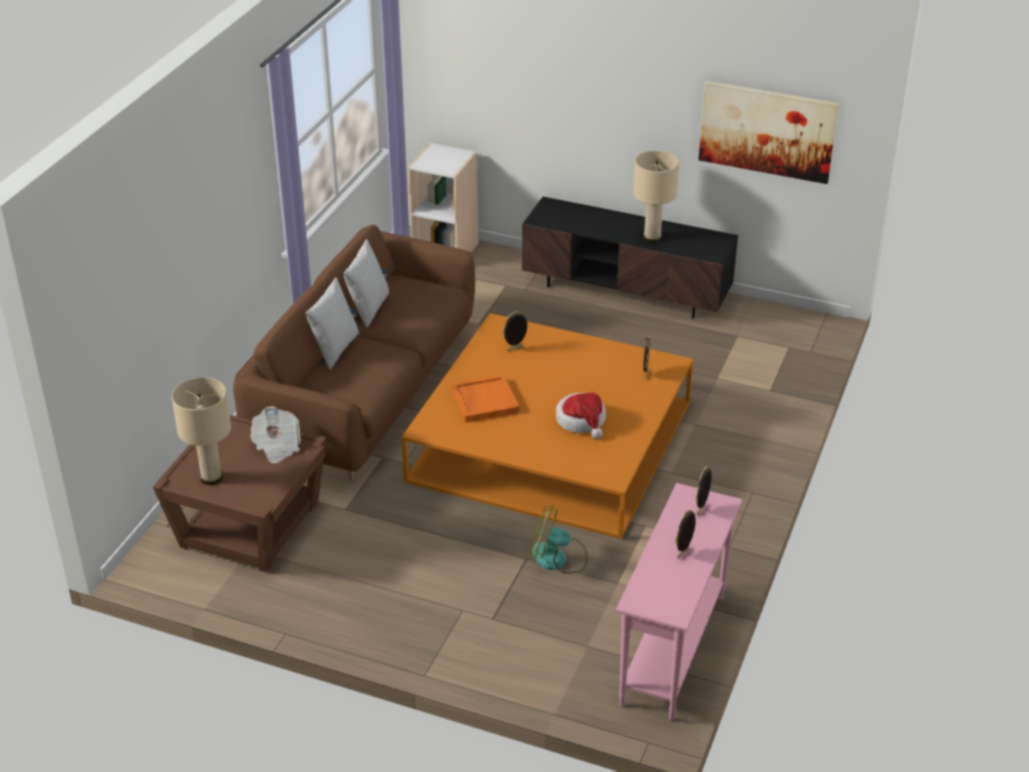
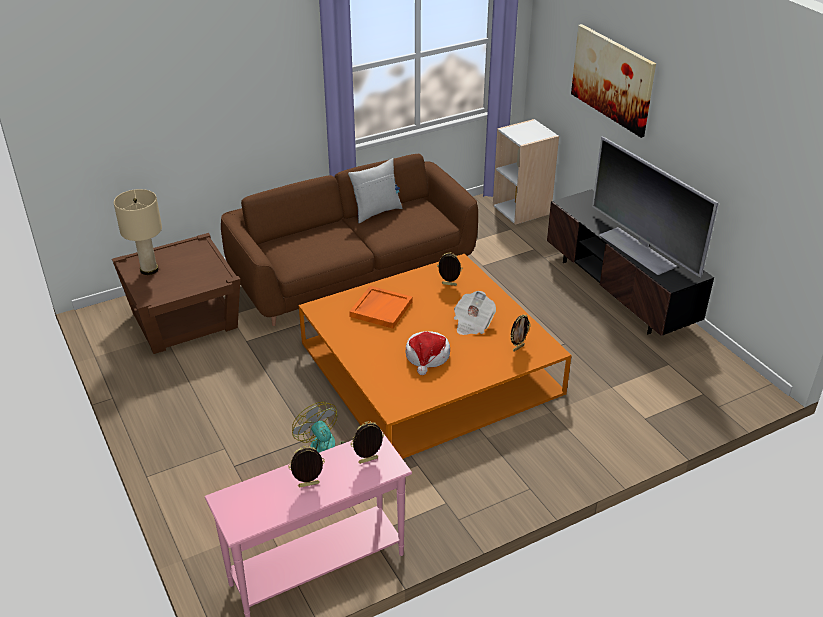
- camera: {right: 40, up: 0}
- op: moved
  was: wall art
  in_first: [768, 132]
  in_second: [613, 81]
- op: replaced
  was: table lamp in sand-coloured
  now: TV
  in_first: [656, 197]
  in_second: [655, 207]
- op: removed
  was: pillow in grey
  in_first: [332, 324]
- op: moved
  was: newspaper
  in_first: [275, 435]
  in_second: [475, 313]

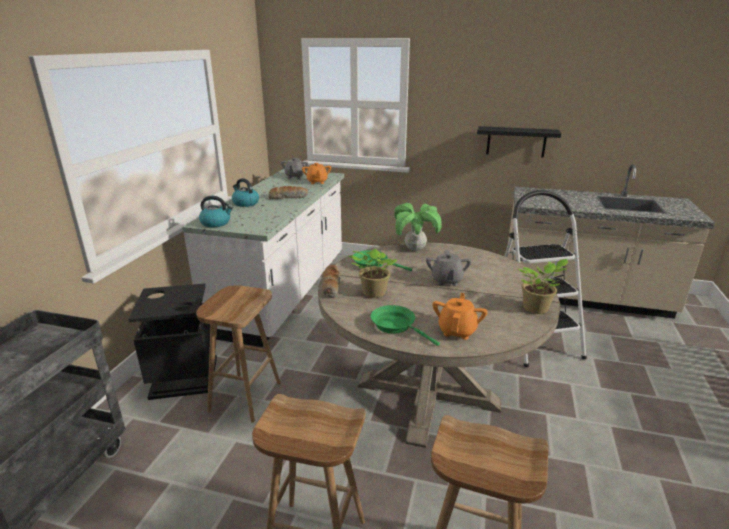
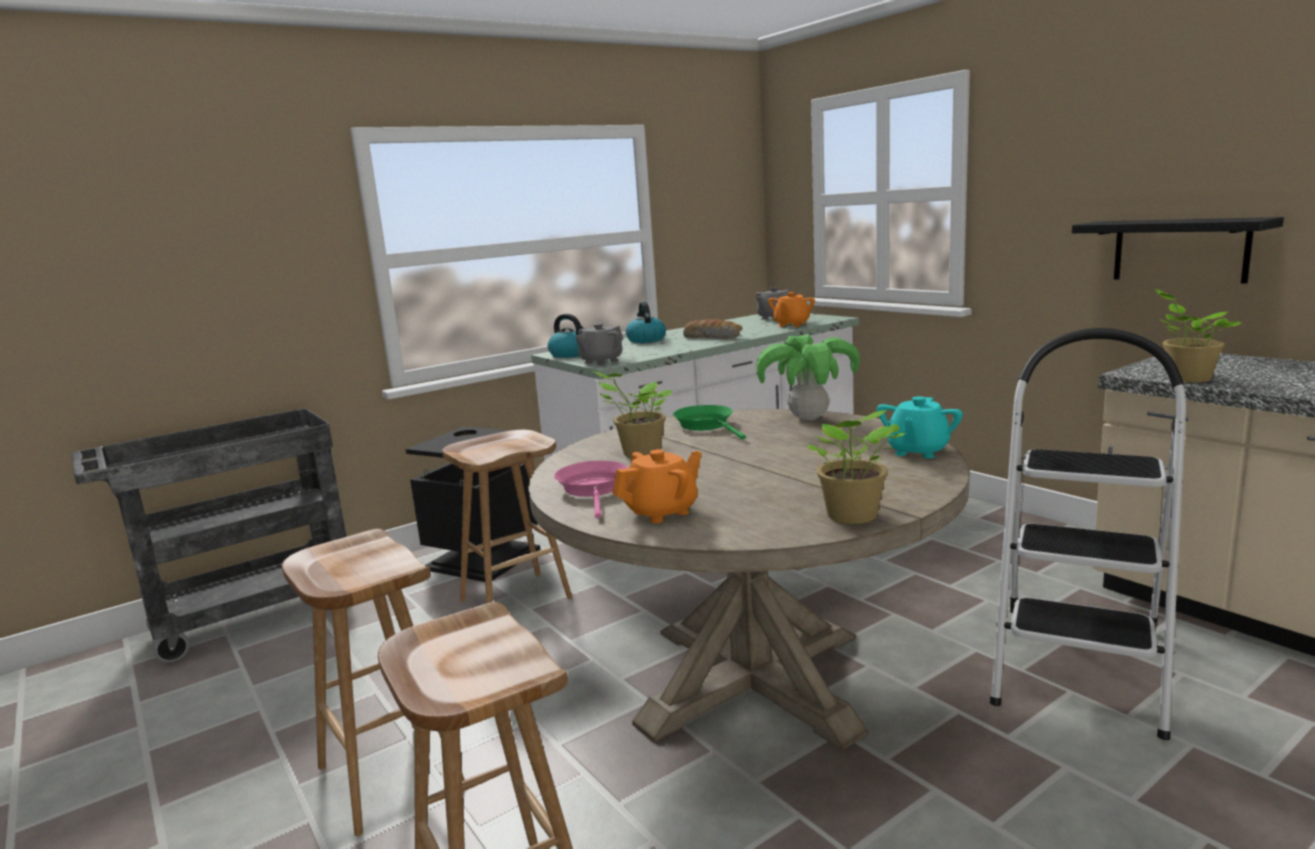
- camera: {right: 40, up: -10}
- op: moved
  was: teapot in grey
  in_first: [448, 268]
  in_second: [599, 344]
- op: removed
  was: bakery bread
  in_first: [331, 281]
- op: recoloured
  was: skillet in greenish
  now: skillet in pinkish
  in_first: [405, 325]
  in_second: [591, 490]
- op: added
  now: potted plant
  in_second: [1198, 335]
- op: added
  now: teapot in blue-green
  in_second: [920, 428]

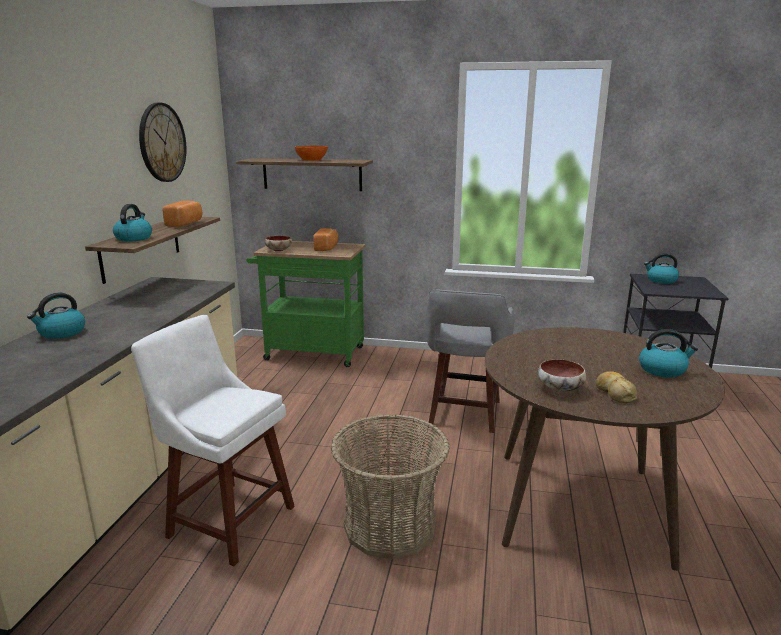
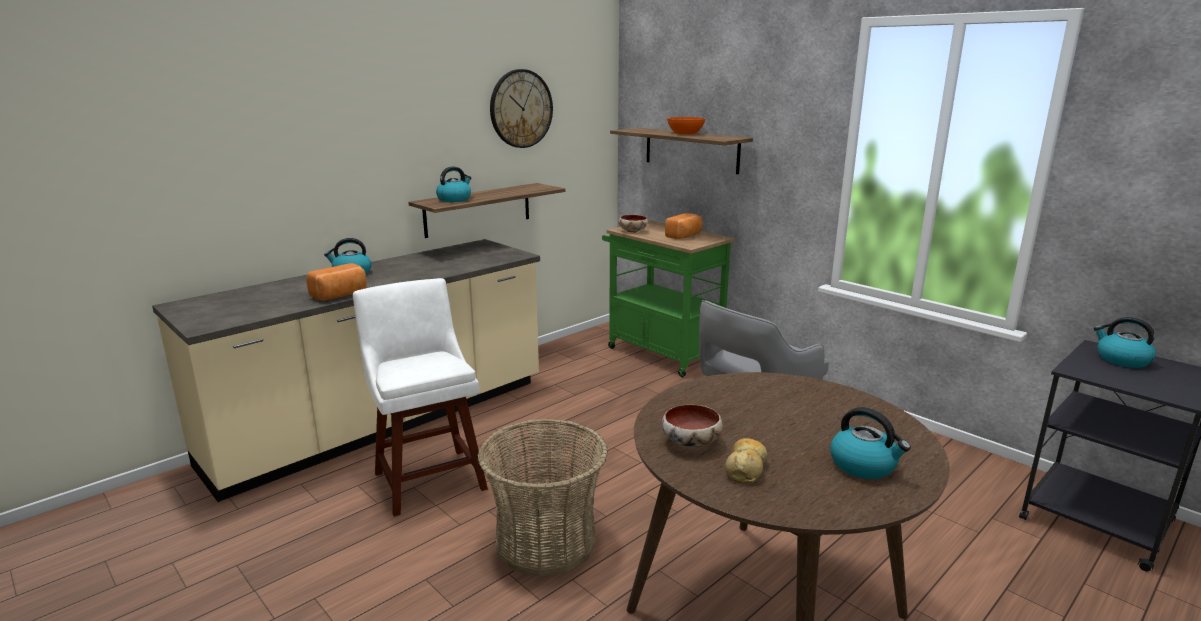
- camera: {right: 35, up: 0}
- op: moved
  was: bakery bread
  in_first: [182, 214]
  in_second: [336, 281]

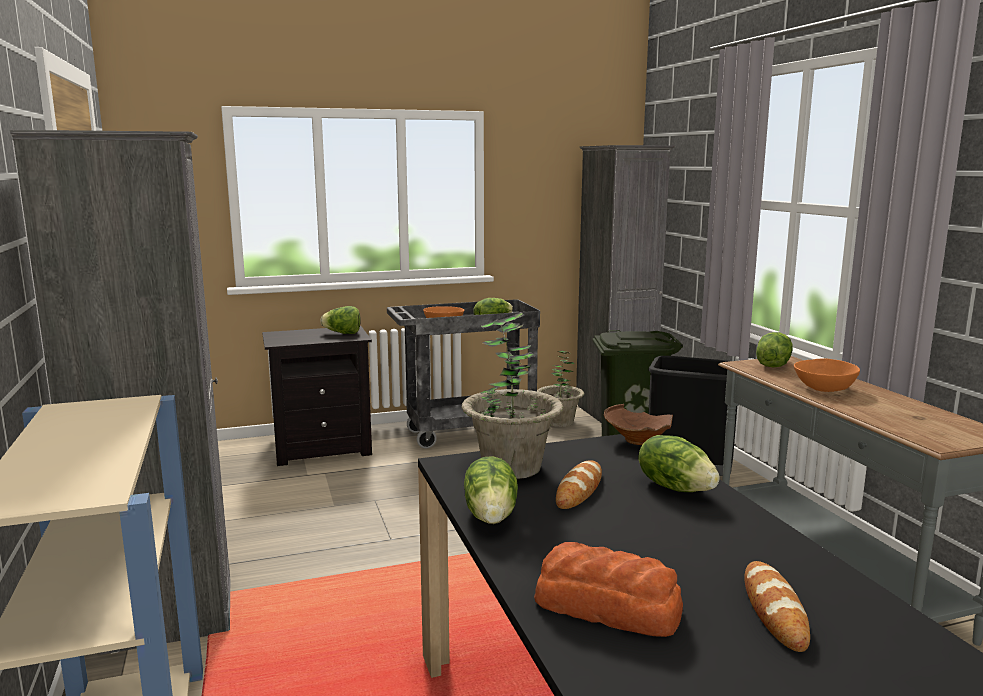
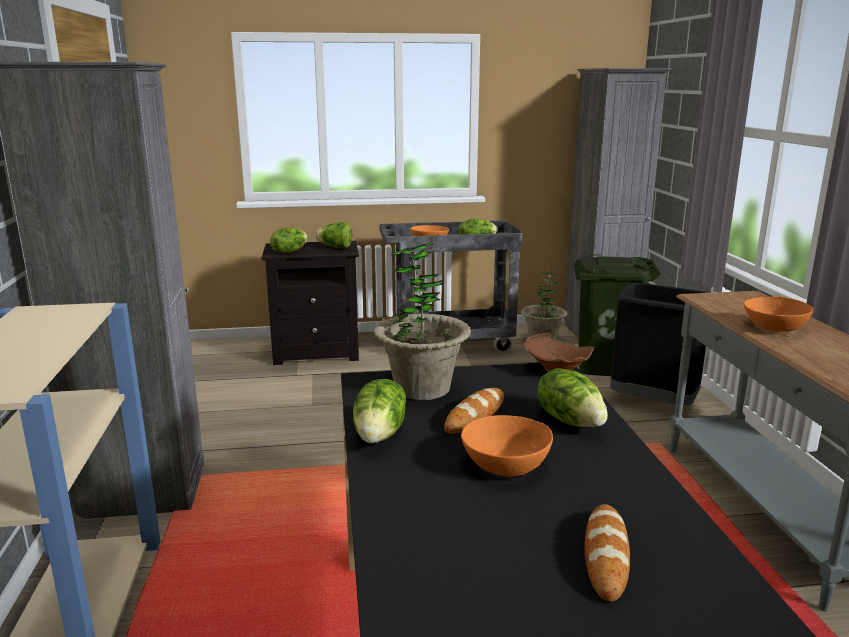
- camera: {right: 10, up: 5}
- op: moved
  was: lettuce
  in_first: [774, 350]
  in_second: [289, 240]
- op: removed
  was: bakery bread
  in_first: [608, 589]
- op: added
  now: deep dish in orange
  in_second: [507, 446]

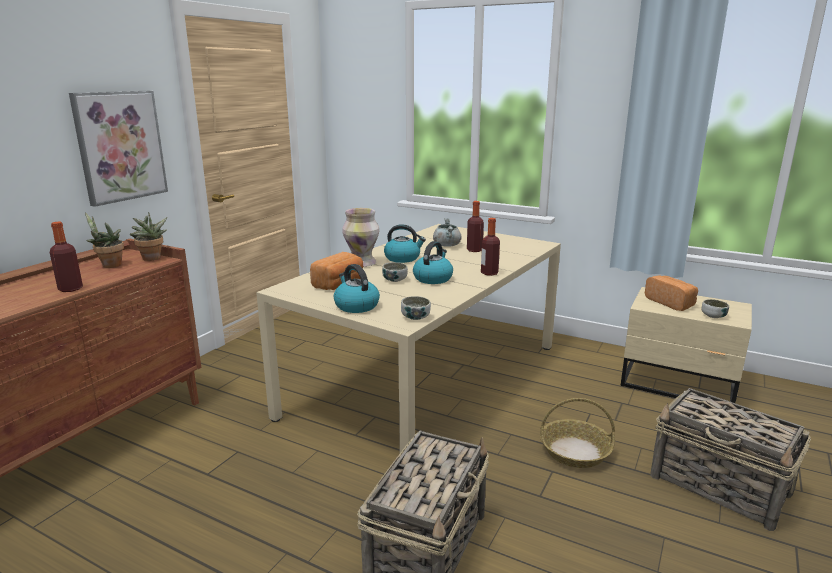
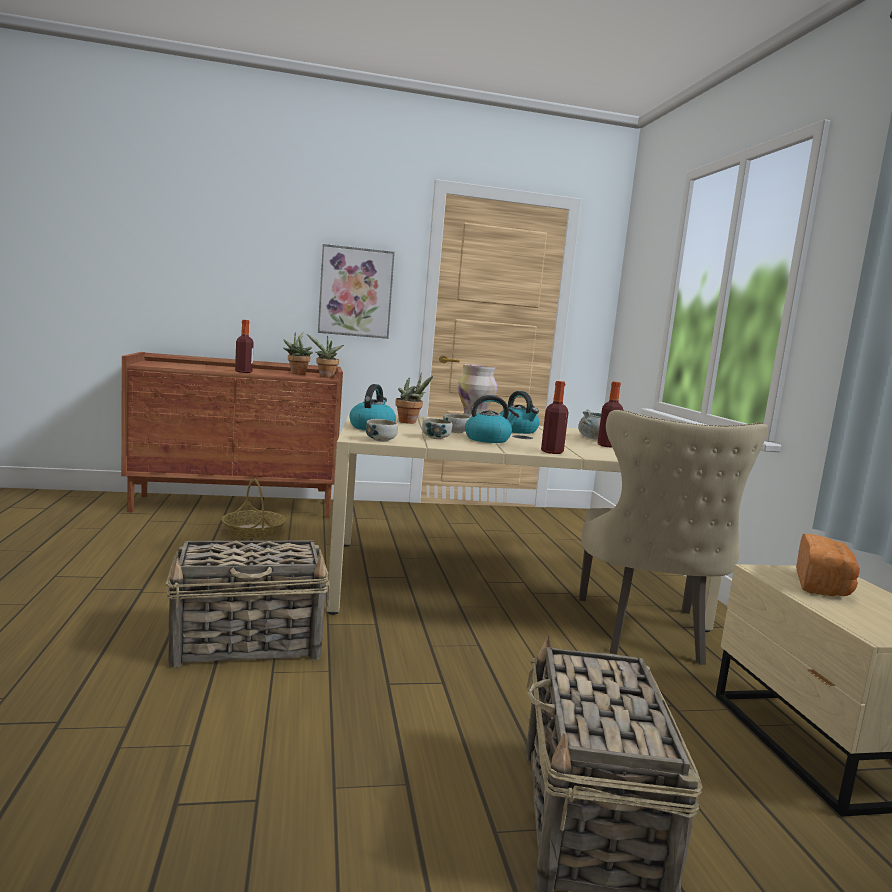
- camera: {right: 50, up: -10}
- op: replaced
  was: bakery bread
  now: potted plant
  in_first: [336, 271]
  in_second: [414, 398]
- op: moved
  was: deep dish
  in_first: [715, 308]
  in_second: [437, 428]
- op: moved
  was: basket
  in_first: [577, 433]
  in_second: [253, 508]
- op: added
  now: upright chair in sand-coloured
  in_second: [673, 537]

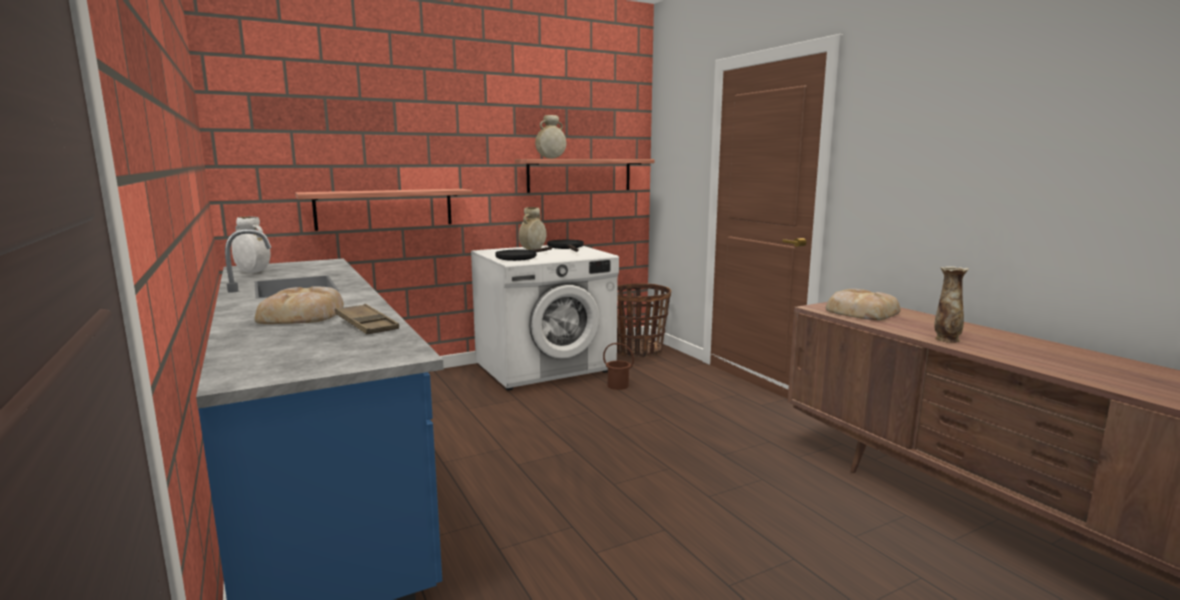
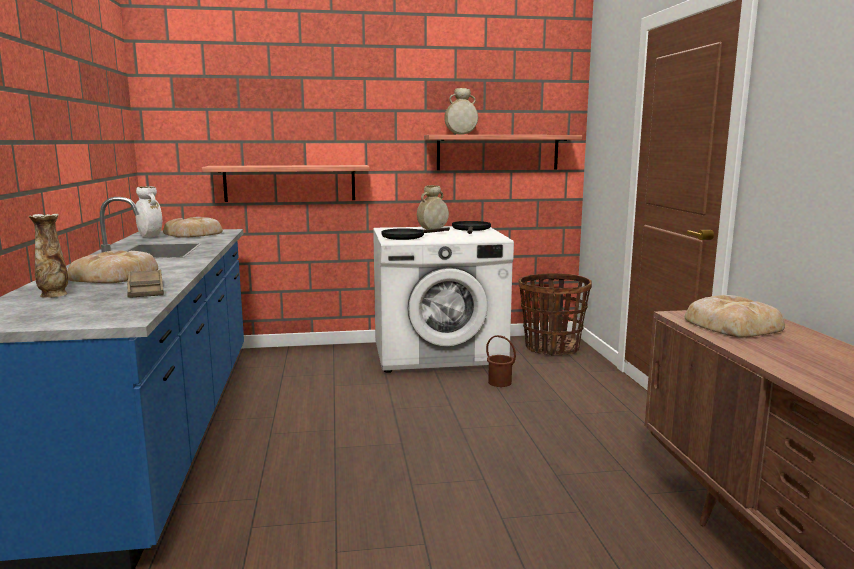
- camera: {right: 20, up: 0}
- op: moved
  was: vase
  in_first: [951, 304]
  in_second: [48, 256]
- op: added
  now: bakery bread
  in_second: [193, 227]

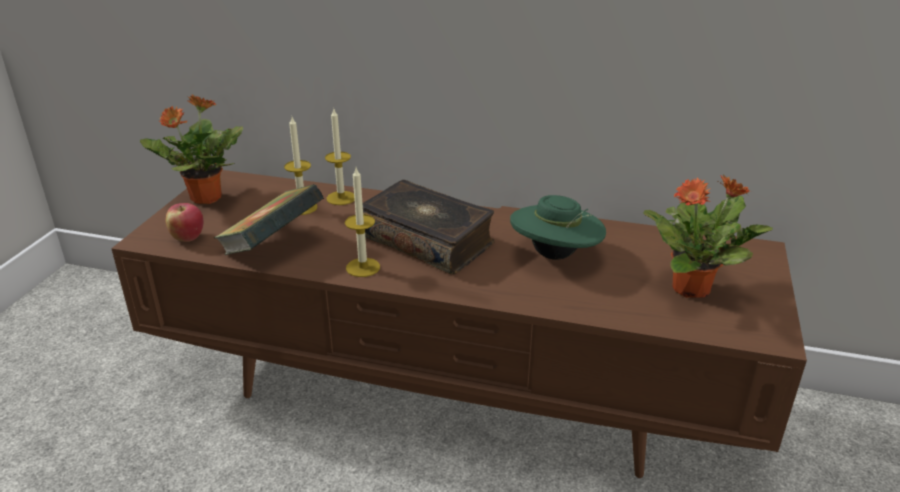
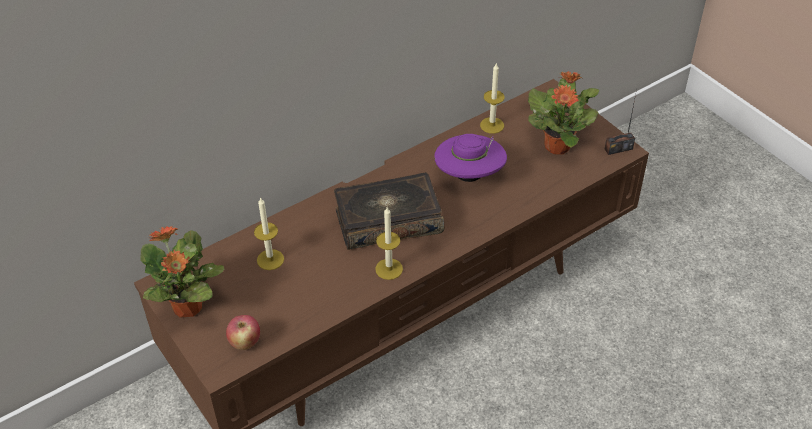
- camera: {right: -50, up: 15}
- op: moved
  was: candle
  in_first: [340, 157]
  in_second: [492, 99]
- op: removed
  was: bound book
  in_first: [269, 219]
- op: recoloured
  was: hat in greenish
  now: hat in purplish
  in_first: [558, 227]
  in_second: [470, 158]
- op: added
  now: radio
  in_second: [621, 122]

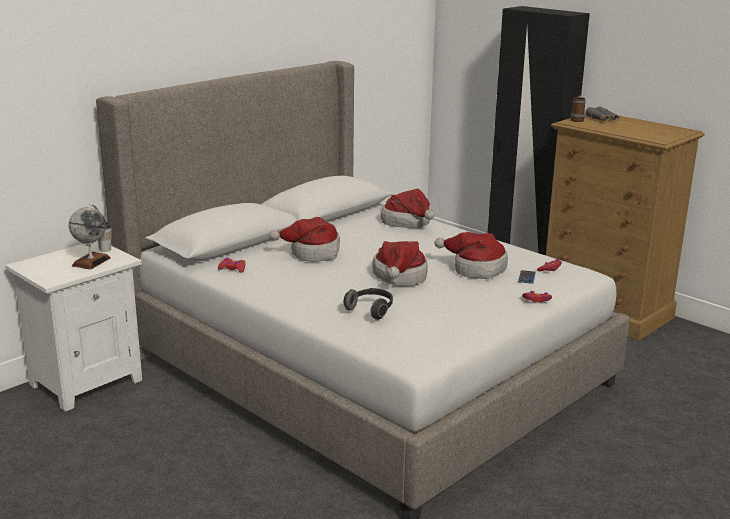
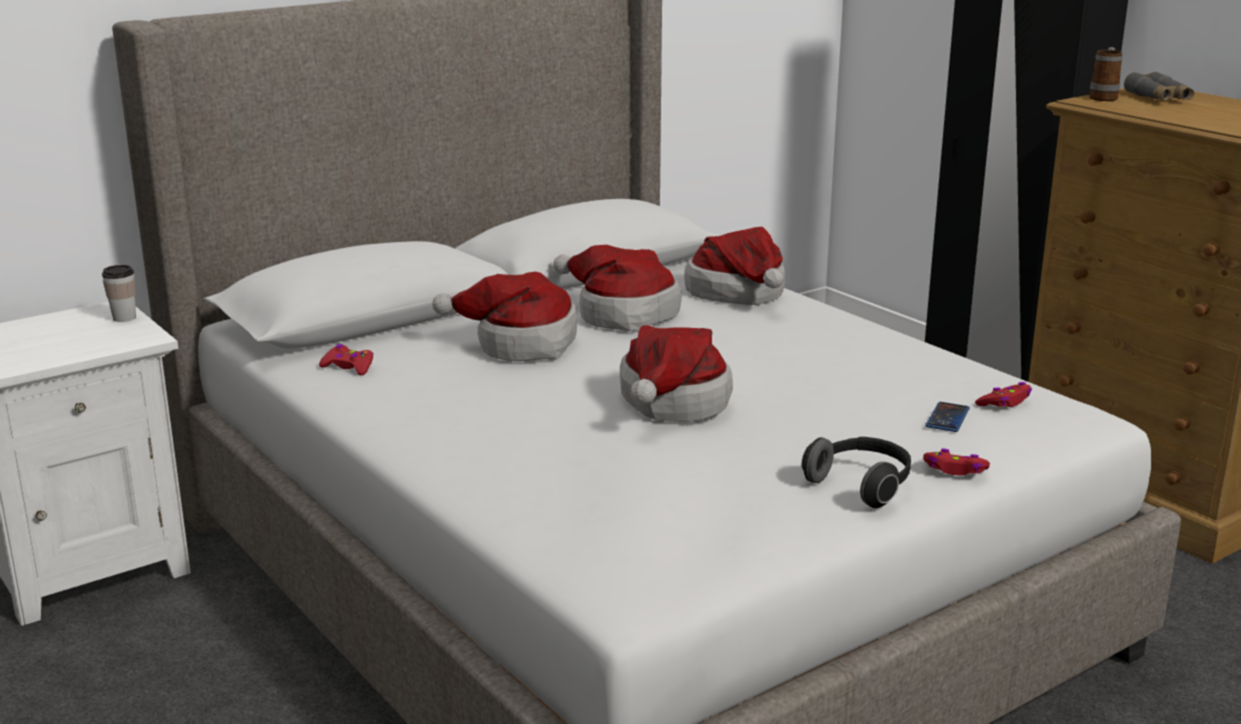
- camera: {right: 10, up: 0}
- op: removed
  was: desk globe
  in_first: [90, 237]
- op: moved
  was: hat
  in_first: [471, 255]
  in_second: [617, 288]
- op: moved
  was: headset
  in_first: [368, 304]
  in_second: [856, 472]

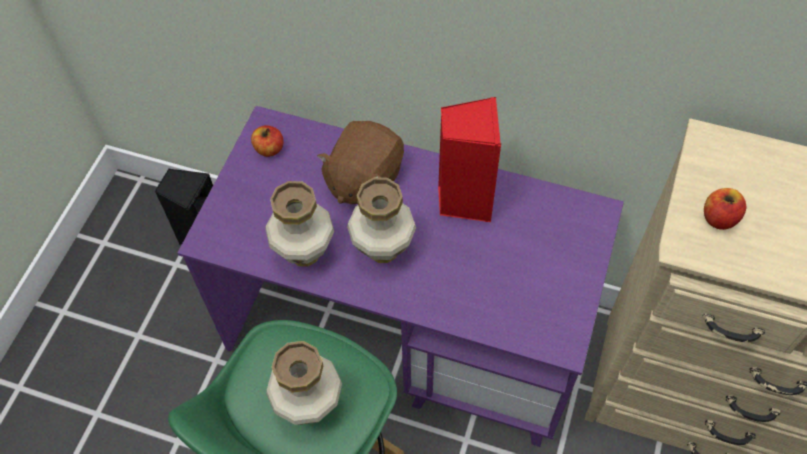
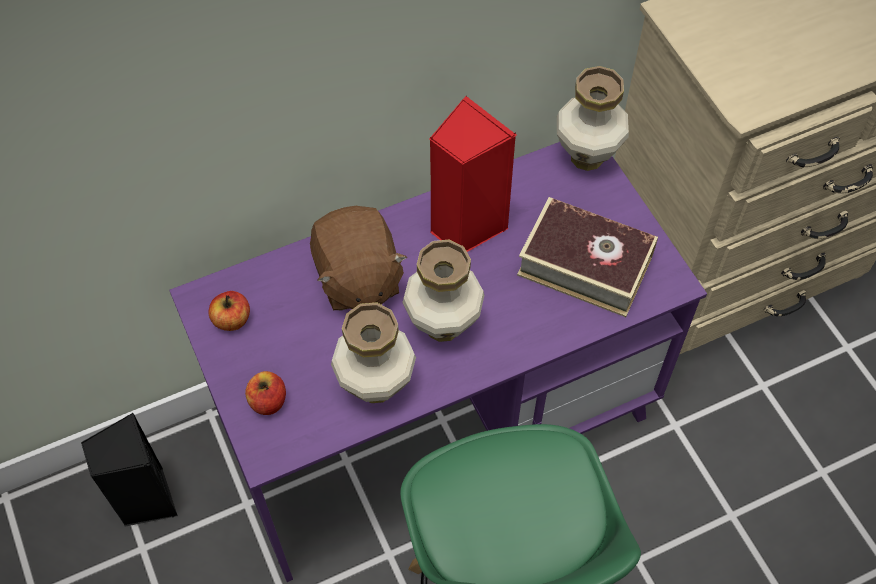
- camera: {right: -45, up: 0}
- op: moved
  was: apple
  in_first: [725, 209]
  in_second: [265, 393]
- op: moved
  was: vase
  in_first: [304, 383]
  in_second: [593, 118]
- op: added
  now: bound book
  in_second: [587, 257]

